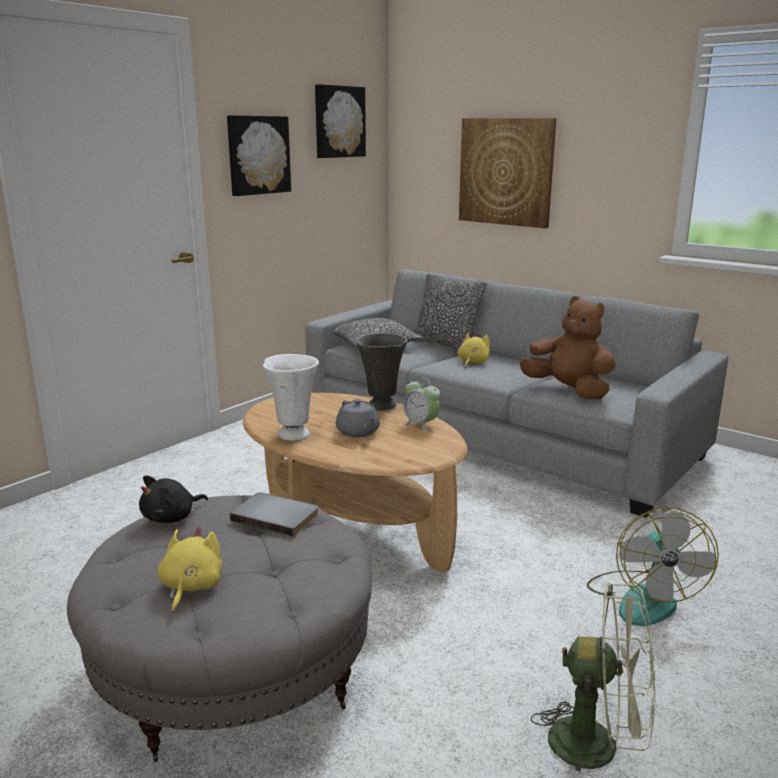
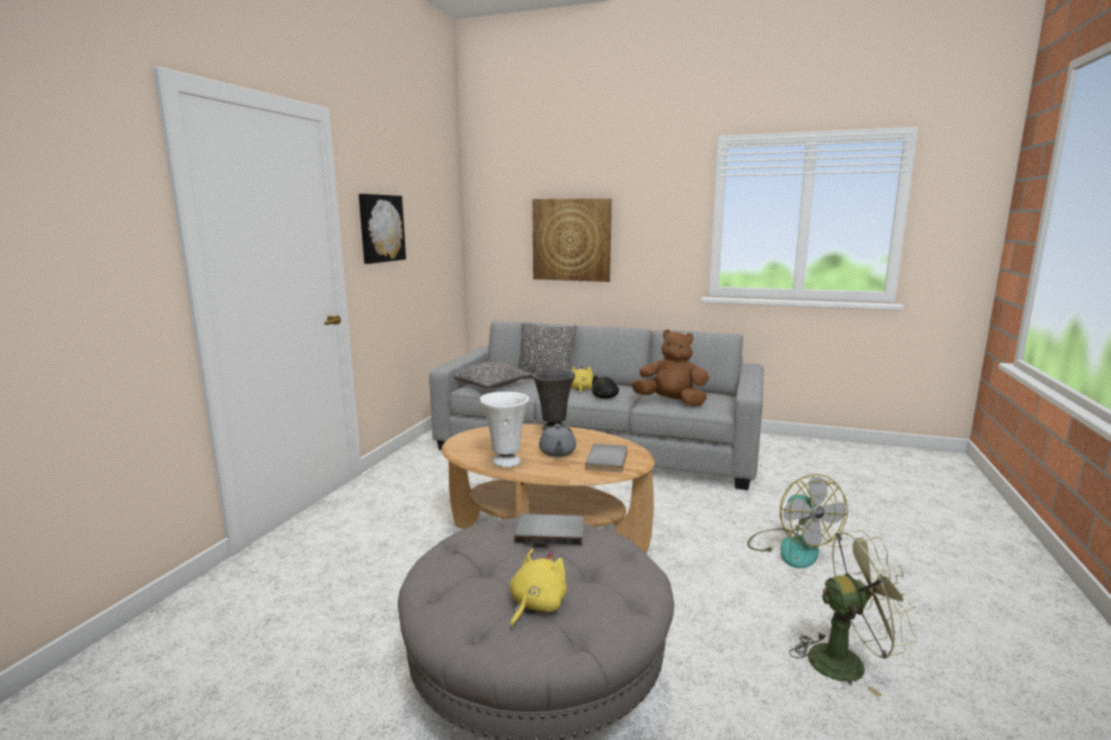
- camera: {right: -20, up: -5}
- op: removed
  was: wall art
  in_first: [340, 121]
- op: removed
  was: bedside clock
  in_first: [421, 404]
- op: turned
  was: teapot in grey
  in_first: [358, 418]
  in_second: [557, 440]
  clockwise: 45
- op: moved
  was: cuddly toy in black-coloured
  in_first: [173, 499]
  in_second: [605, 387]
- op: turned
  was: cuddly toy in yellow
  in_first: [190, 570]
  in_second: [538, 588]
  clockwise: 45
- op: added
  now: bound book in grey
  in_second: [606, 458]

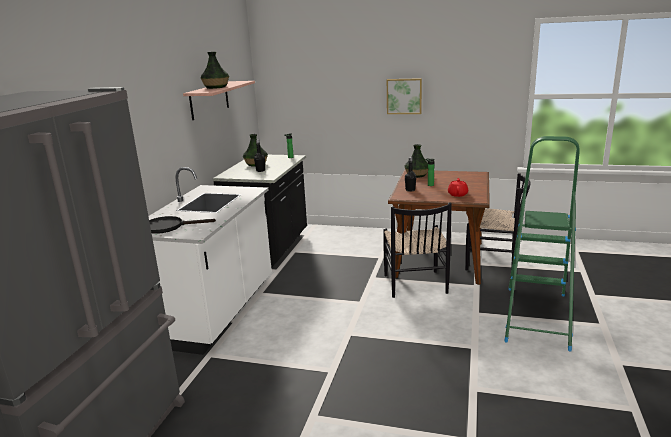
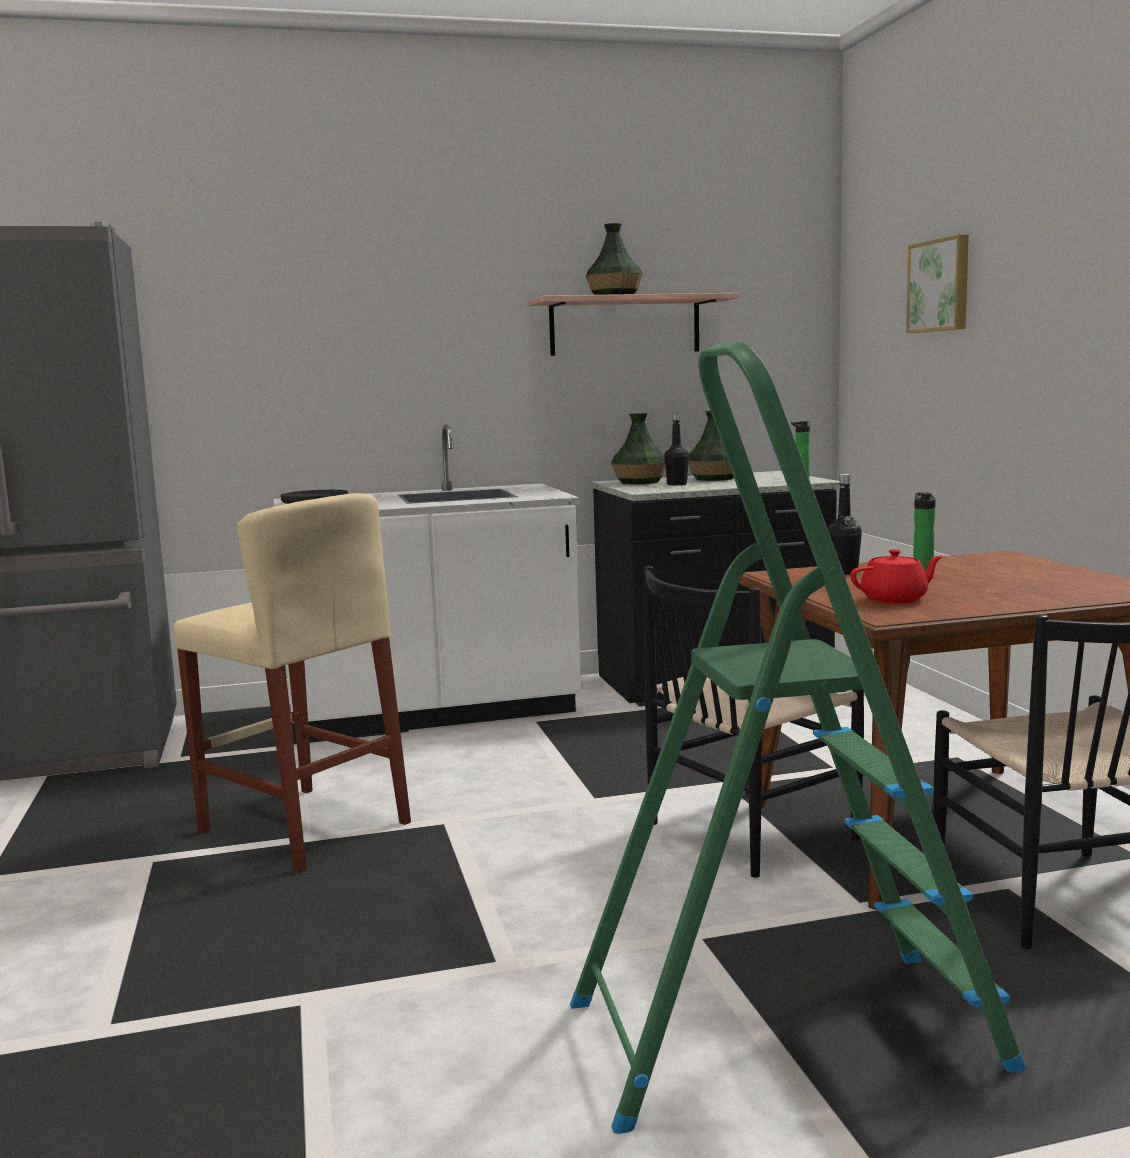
- camera: {right: 60, up: -10}
- op: moved
  was: wall art
  in_first: [404, 96]
  in_second: [937, 283]
- op: moved
  was: vase
  in_first: [416, 161]
  in_second: [638, 448]
- op: added
  now: stool in sand-coloured
  in_second: [292, 683]

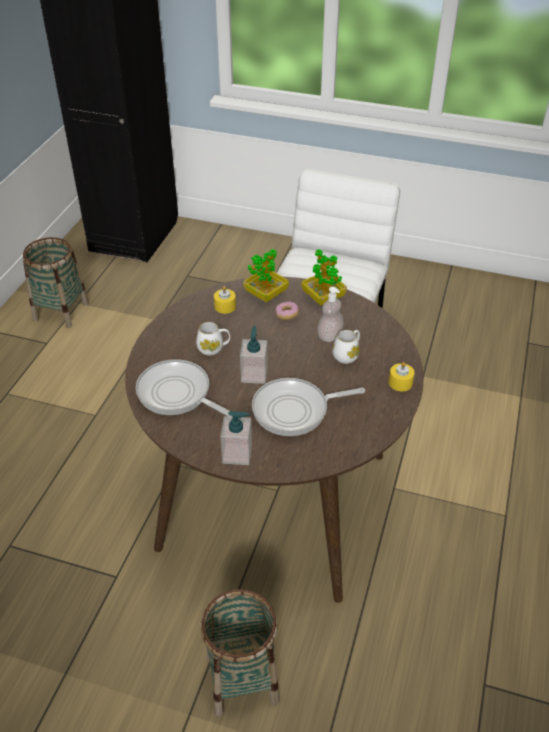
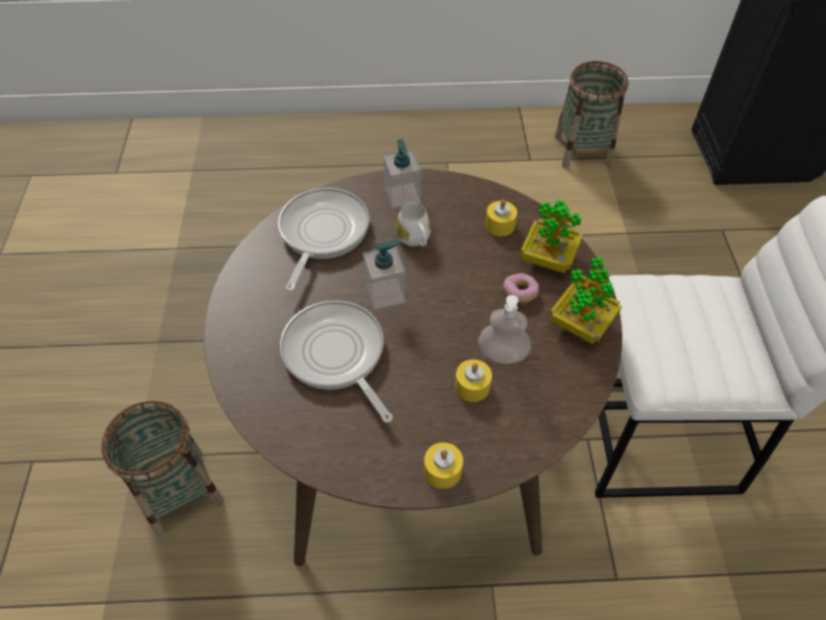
- camera: {right: 70, up: 10}
- op: replaced
  was: coffee mug in whitish
  now: candle in yellow
  in_first: [346, 347]
  in_second: [473, 380]
- op: moved
  was: liquid soap bottle
  in_first: [236, 438]
  in_second: [402, 173]

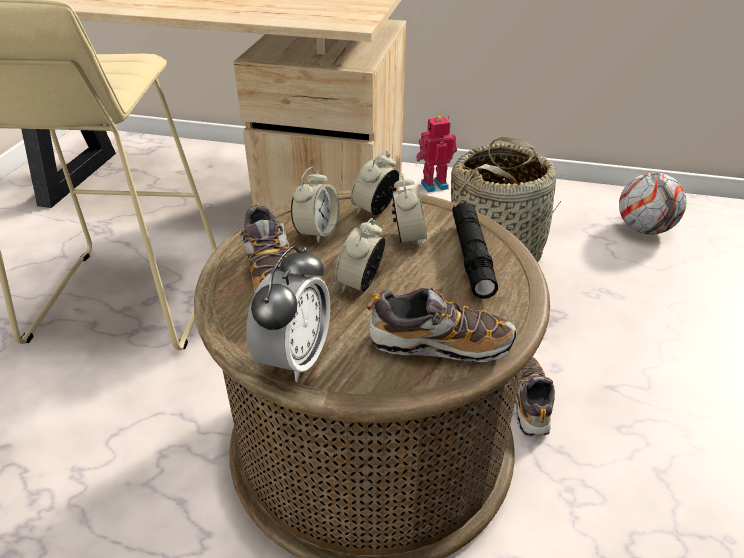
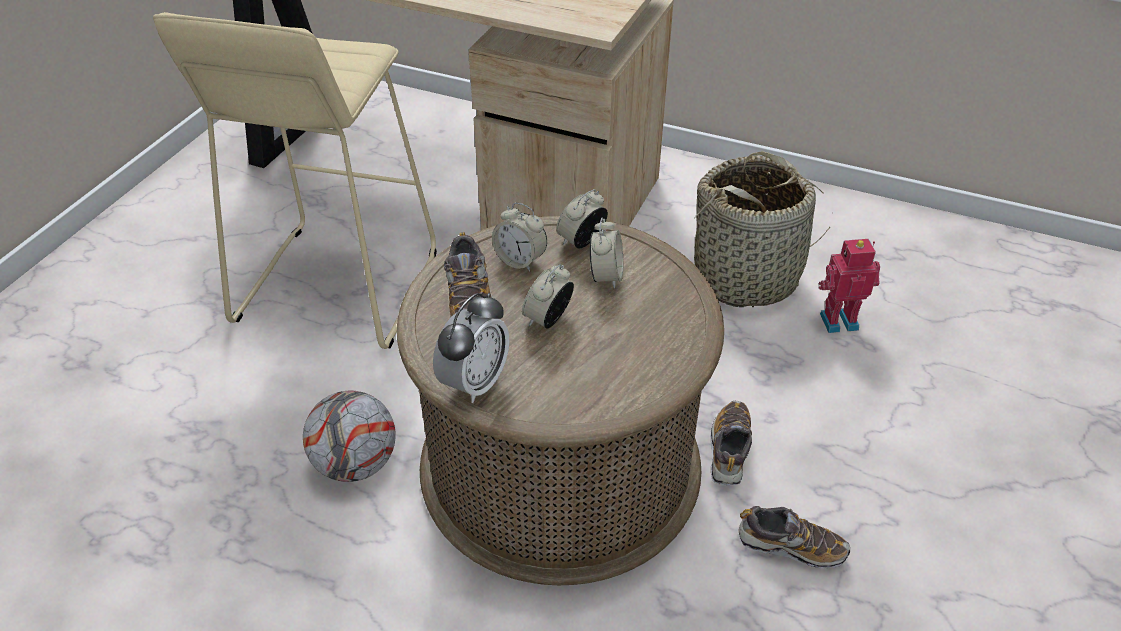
- camera: {right: 10, up: 5}
- op: moved
  was: toy robot
  in_first: [436, 154]
  in_second: [849, 286]
- op: turned
  was: bedside clock
  in_first: [315, 205]
  in_second: [519, 237]
  clockwise: 90
- op: moved
  was: football ball
  in_first: [652, 203]
  in_second: [349, 436]
- op: removed
  was: hand torch in black-coloured
  in_first: [475, 250]
- op: moved
  was: low shoe
  in_first: [441, 324]
  in_second: [794, 537]

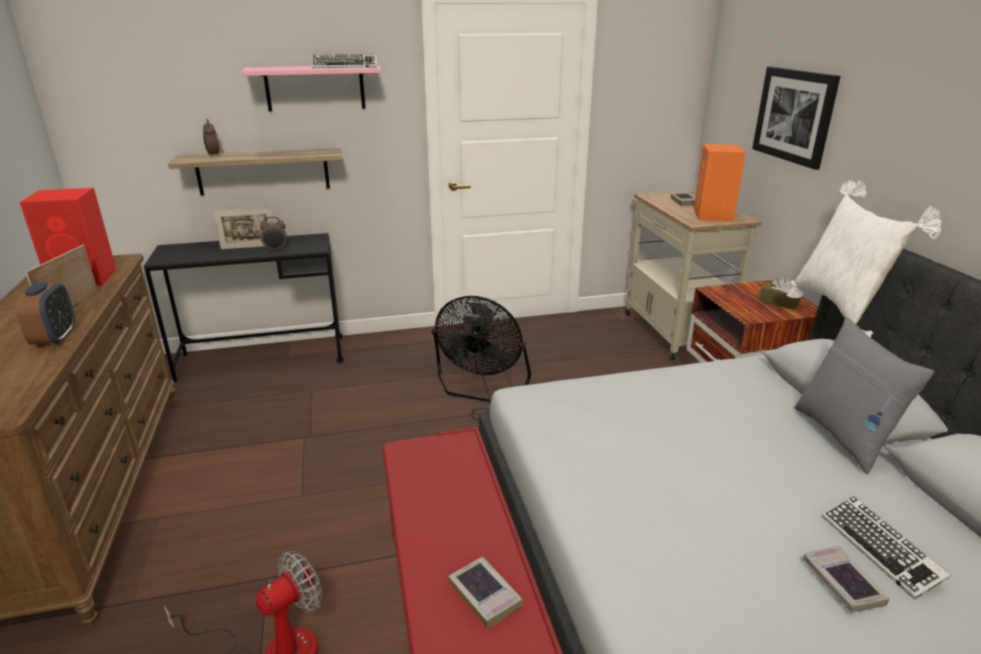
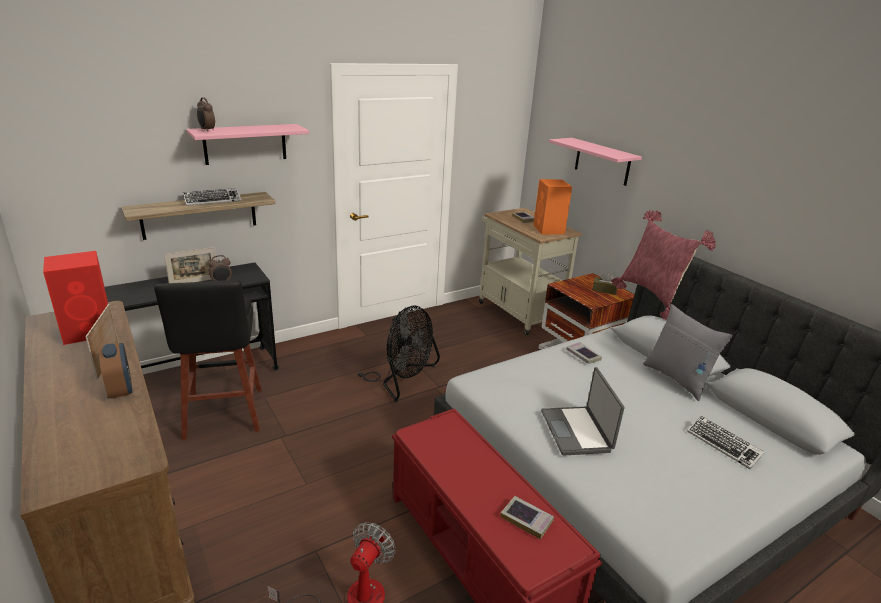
- camera: {right: -20, up: 0}
- op: moved
  was: keyboard
  in_first: [344, 61]
  in_second: [212, 197]
- op: replaced
  was: wall art
  now: bracket shelf in pinkish
  in_first: [796, 118]
  in_second: [595, 162]
- op: moved
  was: bedside clock
  in_first: [211, 138]
  in_second: [206, 114]
- op: recoloured
  was: pillow in whitish
  now: pillow in reddish
  in_first: [861, 259]
  in_second: [663, 265]
- op: turned
  was: fan in black-coloured
  in_first: [481, 358]
  in_second: [399, 353]
  clockwise: 120
- op: moved
  was: bound book
  in_first: [845, 578]
  in_second: [584, 353]
- op: added
  now: stool in black-coloured
  in_second: [208, 360]
- op: added
  now: notebook computer
  in_second: [582, 411]

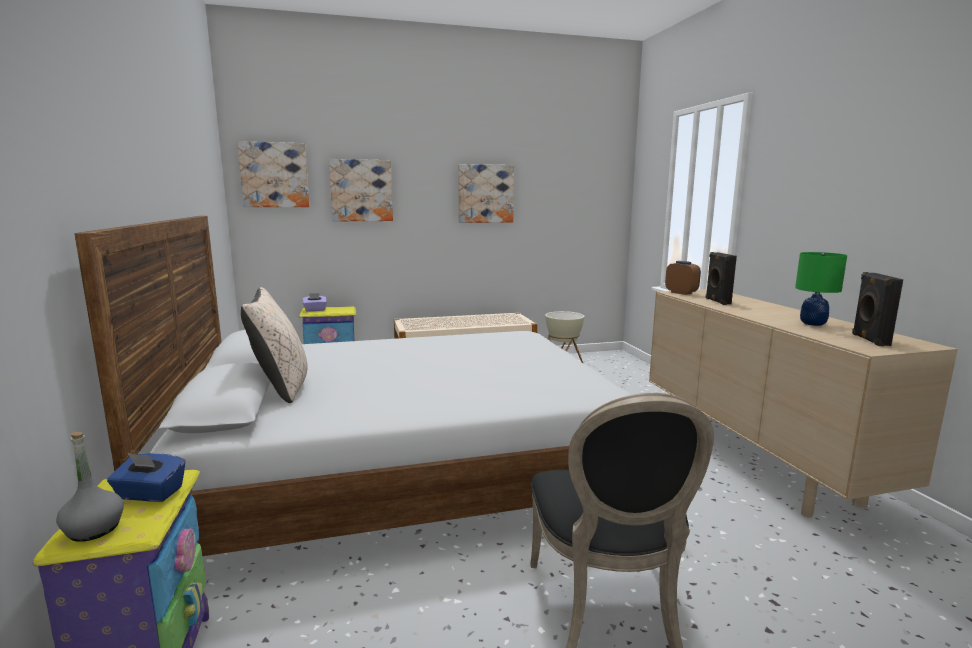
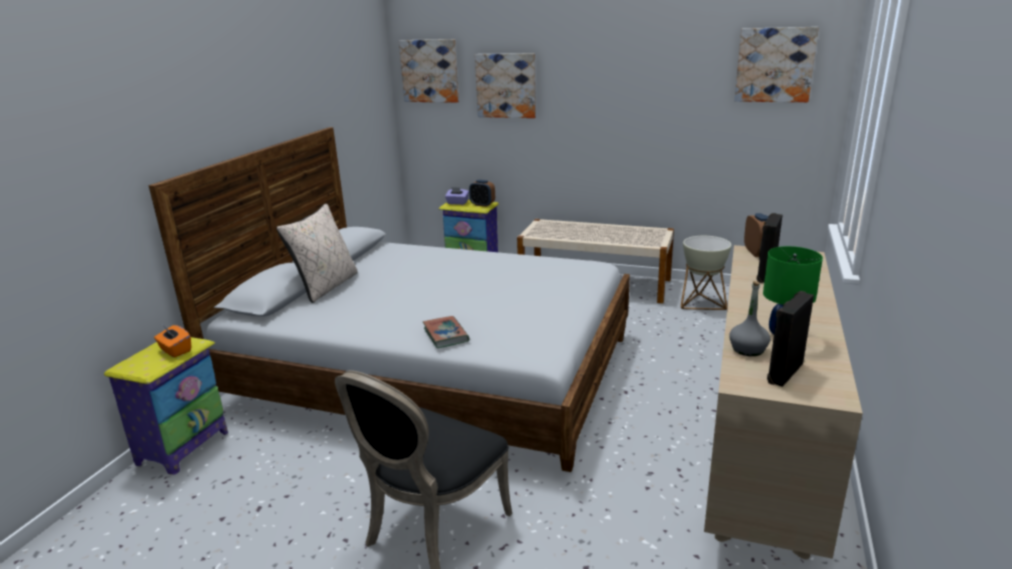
- camera: {right: 35, up: 10}
- op: moved
  was: wall art
  in_first: [486, 193]
  in_second: [776, 64]
- op: moved
  was: drink bottle in grey
  in_first: [90, 487]
  in_second: [749, 318]
- op: recoloured
  was: box of tissues in blue-coloured
  now: box of tissues in orange
  in_first: [146, 477]
  in_second: [172, 341]
- op: added
  now: bedside clock
  in_second: [482, 193]
- op: added
  now: bound book
  in_second: [446, 332]

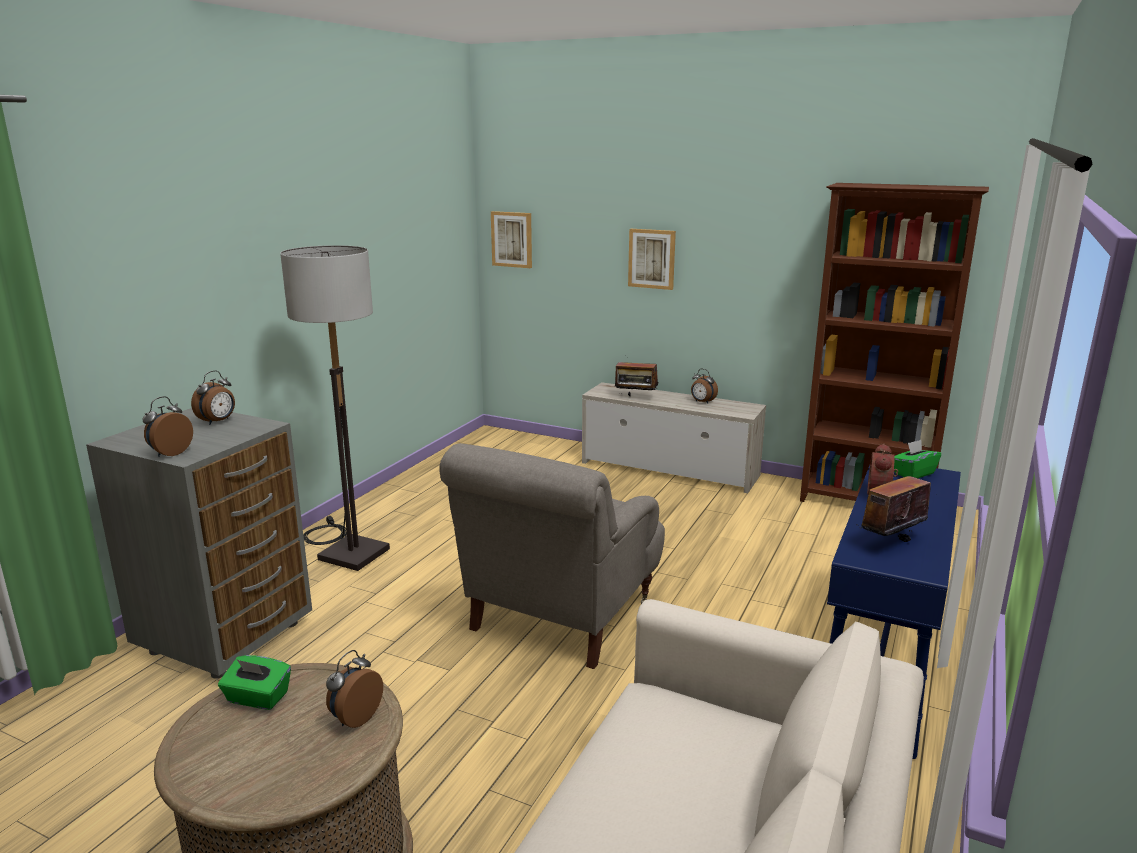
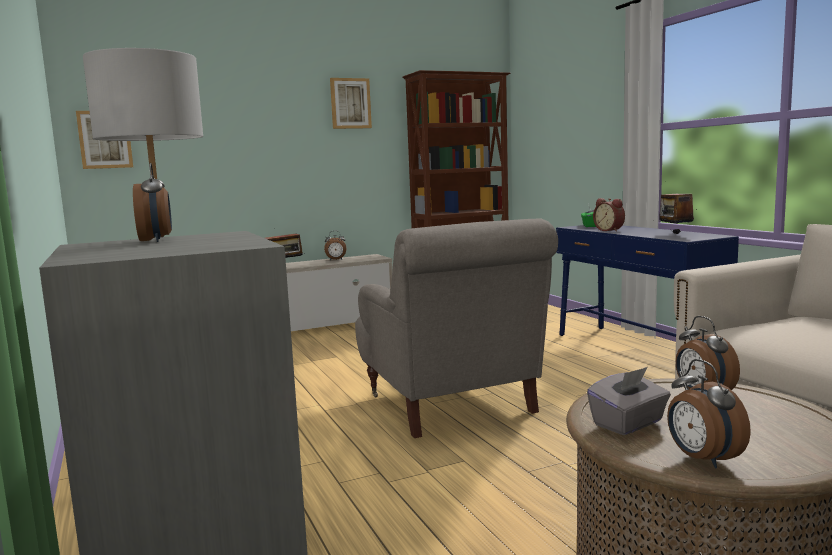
- camera: {right: -50, up: -10}
- op: moved
  was: wall art
  in_first: [652, 259]
  in_second: [351, 103]
- op: moved
  was: bedside clock
  in_first: [167, 426]
  in_second: [709, 413]
- op: recoloured
  was: box of tissues in greenish
  now: box of tissues in grey
  in_first: [254, 682]
  in_second: [629, 401]

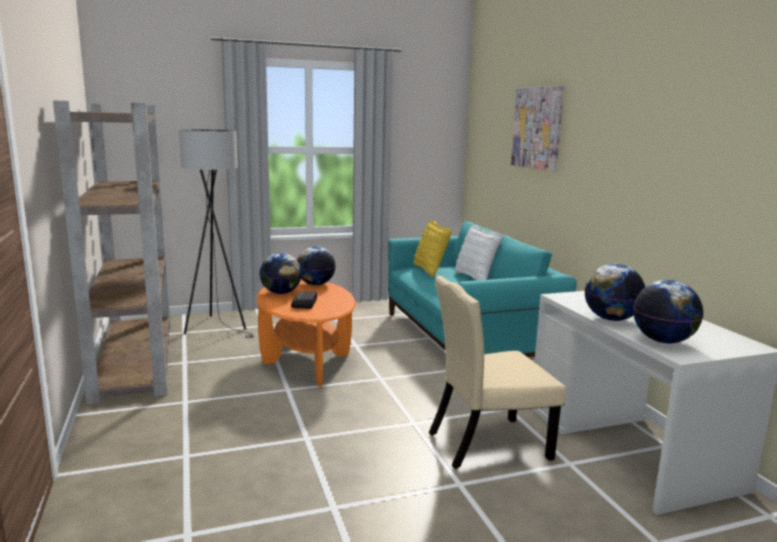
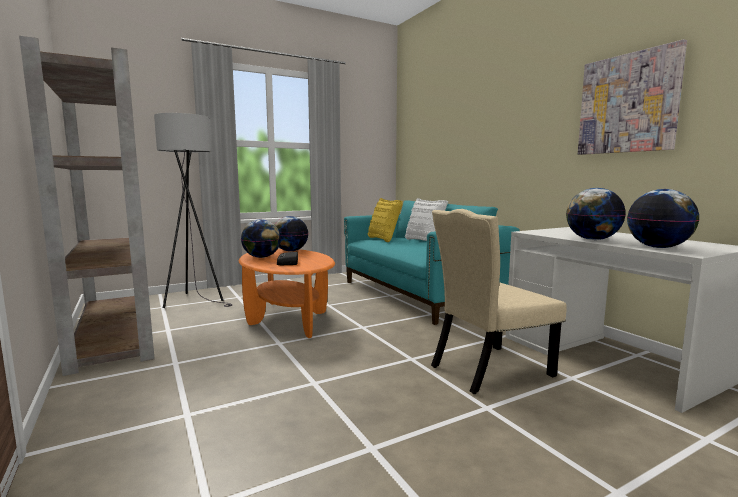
- camera: {right: -10, up: -5}
- op: moved
  was: wall art
  in_first: [537, 128]
  in_second: [632, 97]

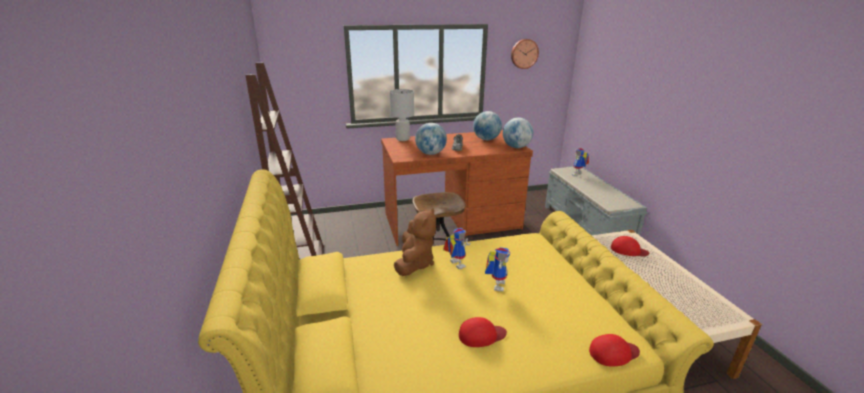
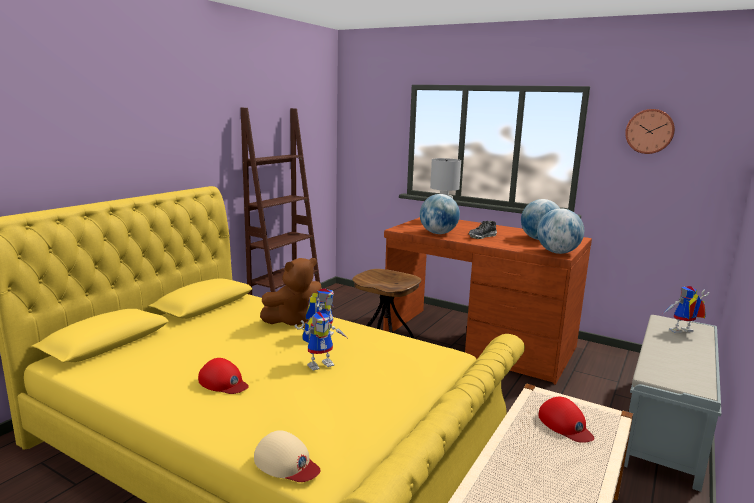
- camera: {right: 45, up: -10}
- op: recoloured
  was: baseball cap in reddish
  now: baseball cap in sand-coloured
  in_first: [614, 350]
  in_second: [287, 456]

